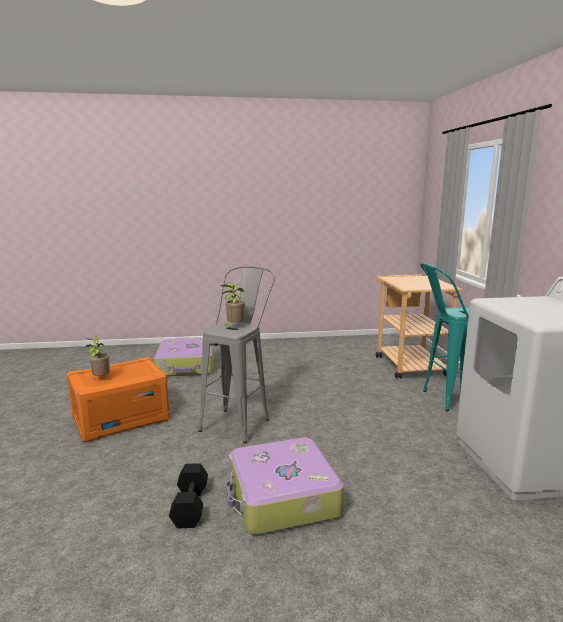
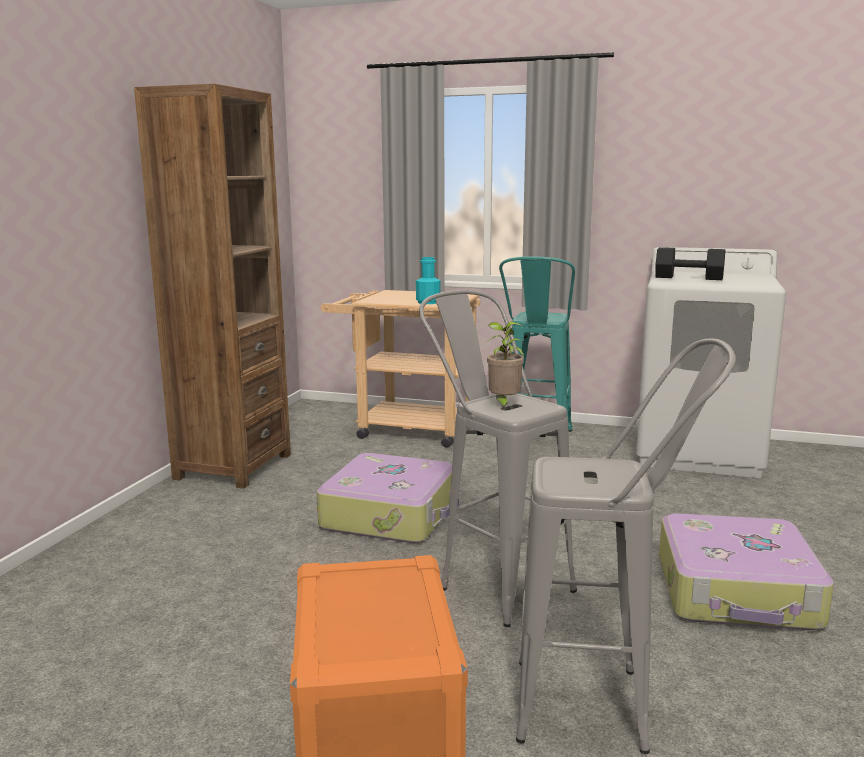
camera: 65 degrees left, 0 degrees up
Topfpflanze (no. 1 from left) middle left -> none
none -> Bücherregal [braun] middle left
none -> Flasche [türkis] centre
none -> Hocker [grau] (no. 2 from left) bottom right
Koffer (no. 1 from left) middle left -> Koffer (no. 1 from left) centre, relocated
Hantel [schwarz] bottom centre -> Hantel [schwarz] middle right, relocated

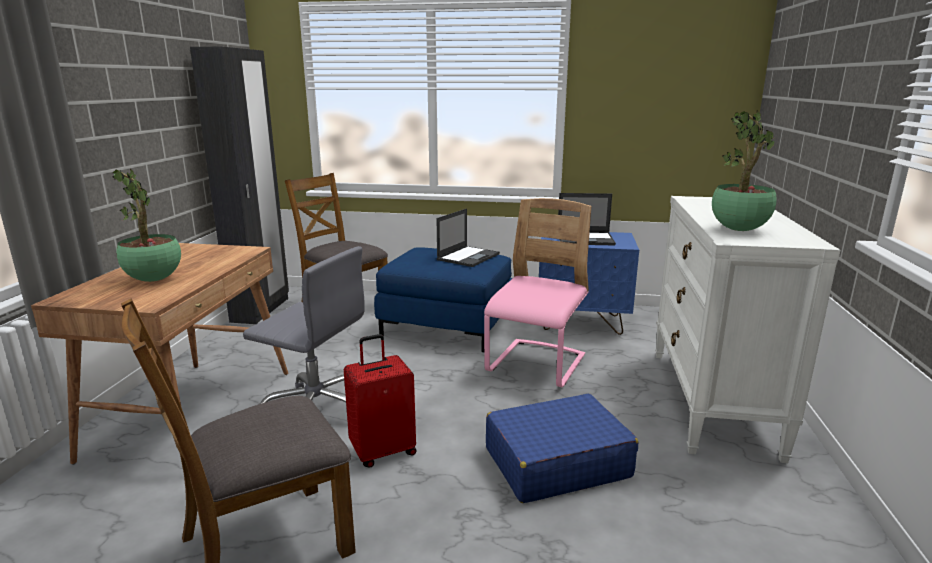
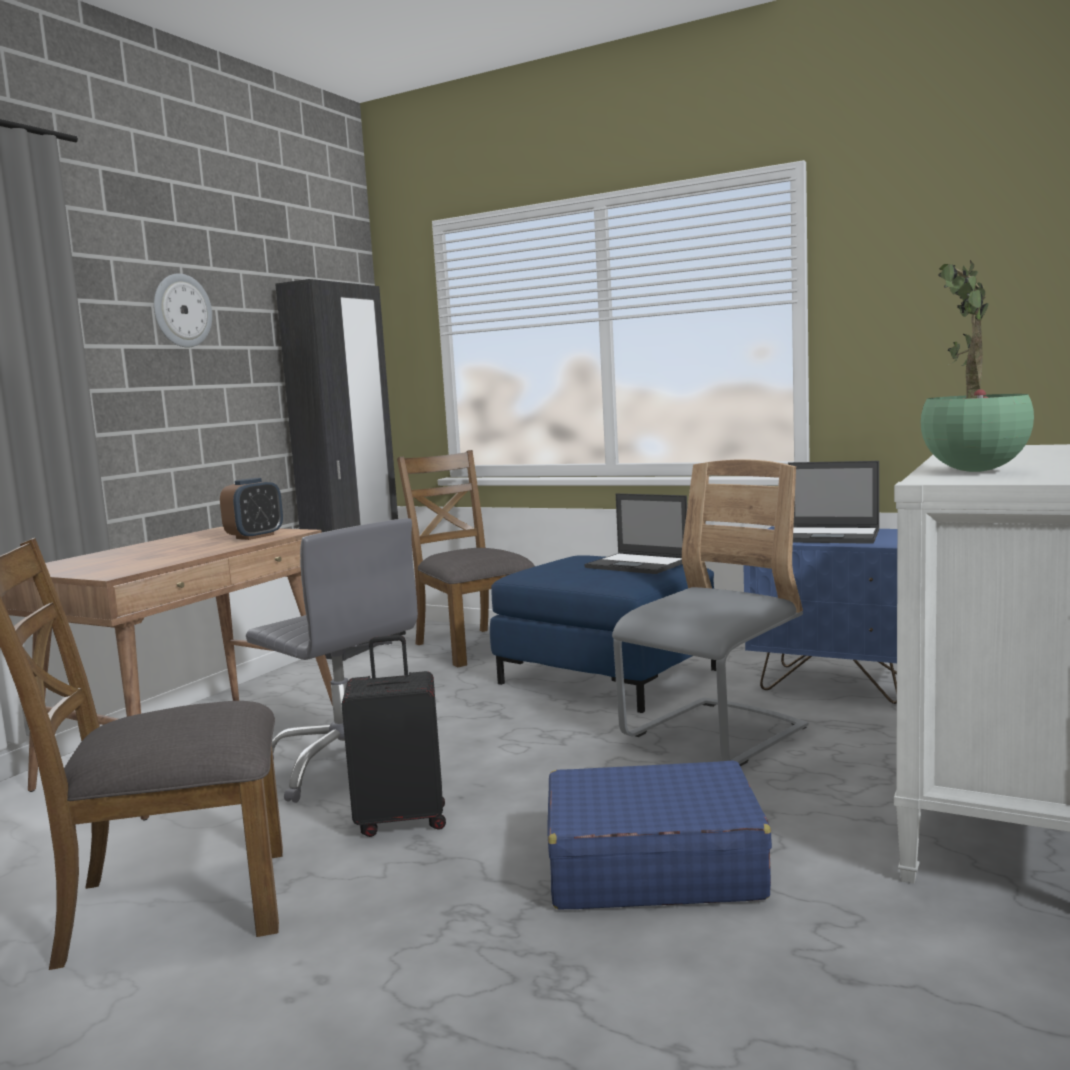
camera: 20 degrees right, 10 degrees down
Topfpflanze (no. 1 from left) middle left -> none
none -> Wanduhr top left
none -> Wecker middle left
Koffer [rot] bottom centre -> Koffer [schwarz] bottom centre
Stuhl [rosa] centre -> Stuhl [grau] centre
Laptop (no. 1 from left) centre, 75 degrees clockwise

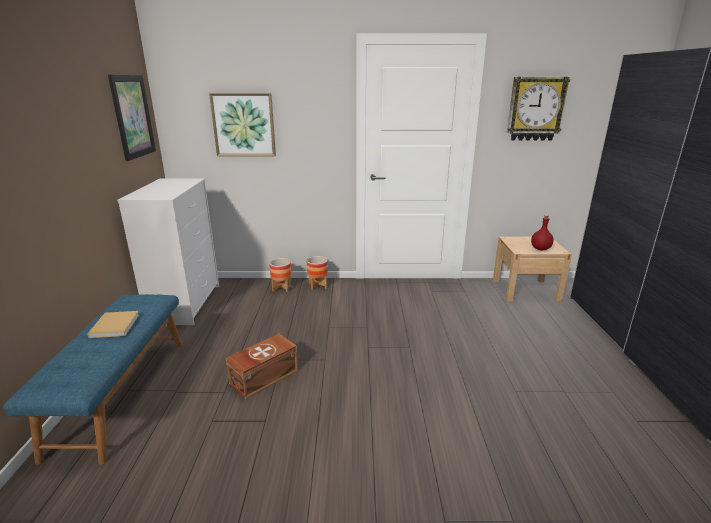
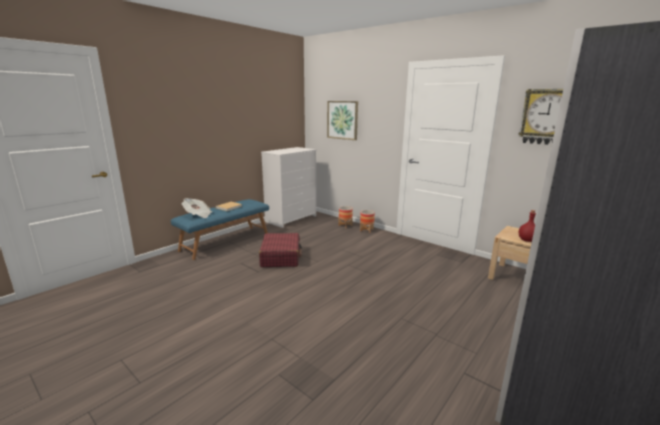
camera: 40 degrees right, 5 degrees down
Bild (no. 1 from left) top left -> none
none -> Zeitung middle left
Aufbewahrungsbox [braun] bottom centre -> Koffer [rot] centre

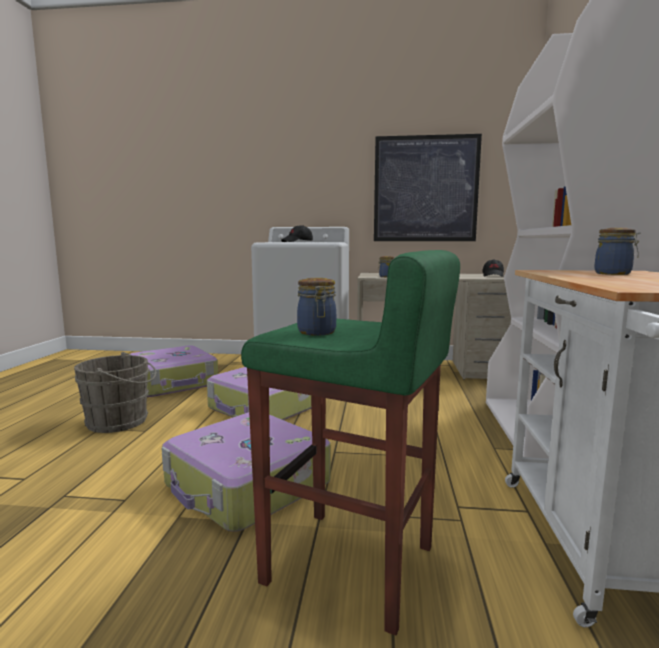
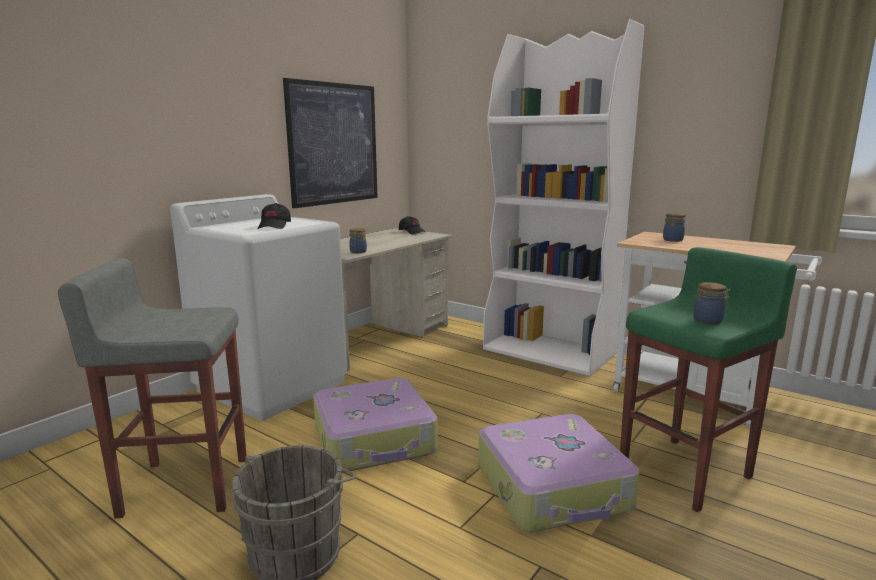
camera: 60 degrees left, 5 degrees up
Koffer (no. 1 from left) middle left -> Hocker [grau] bottom left

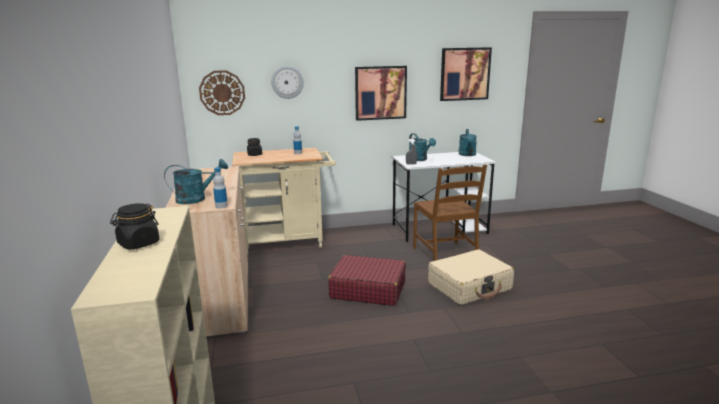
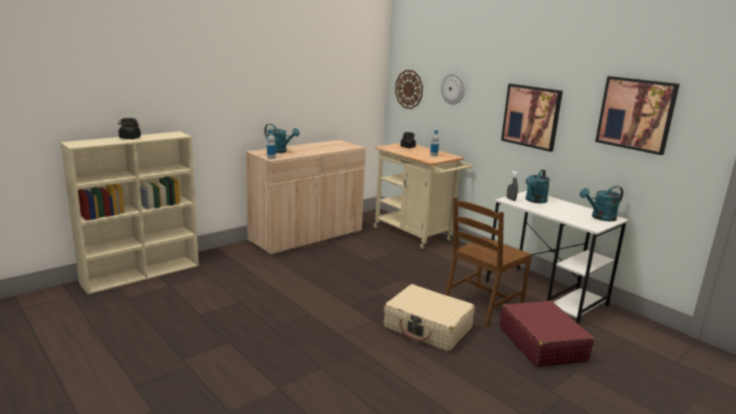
camera: 60 degrees right, 0 degrees up
Koffer [rot] bottom centre -> Koffer [rot] bottom right, relocated

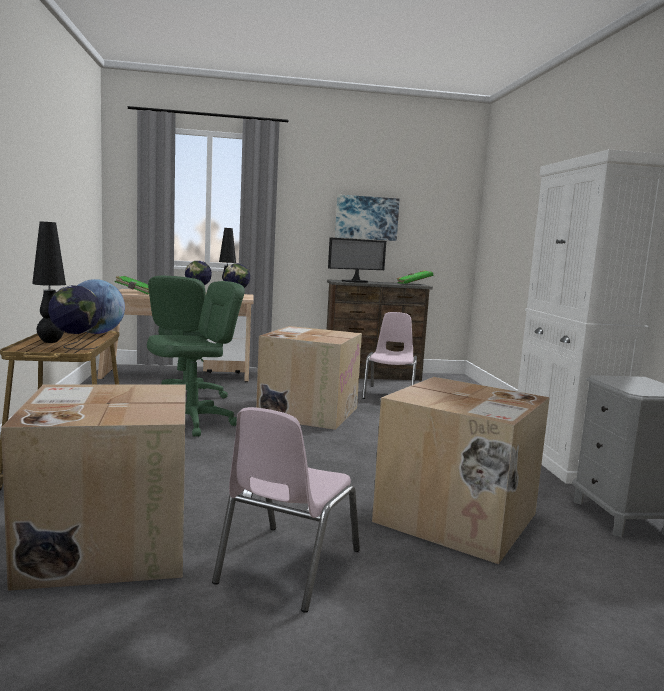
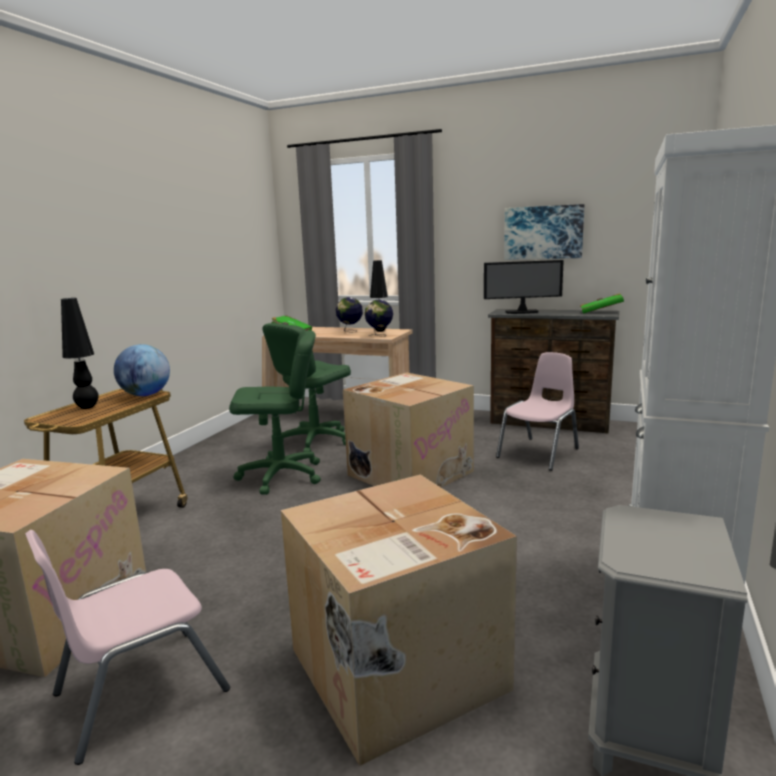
camera: 30 degrees right, 5 degrees up
Globus (no. 1 from left) middle left -> none

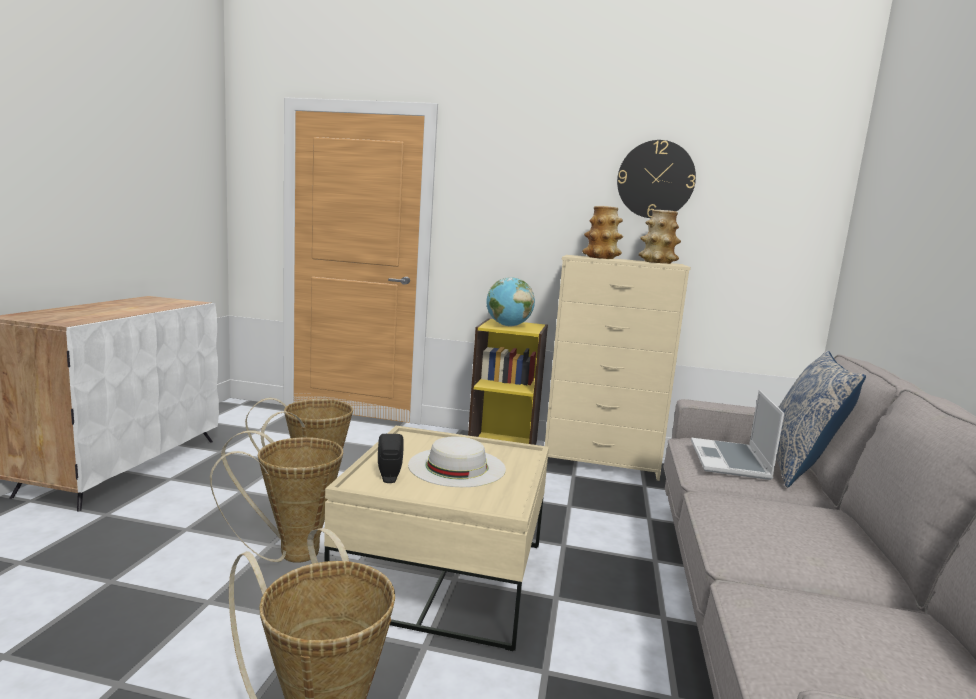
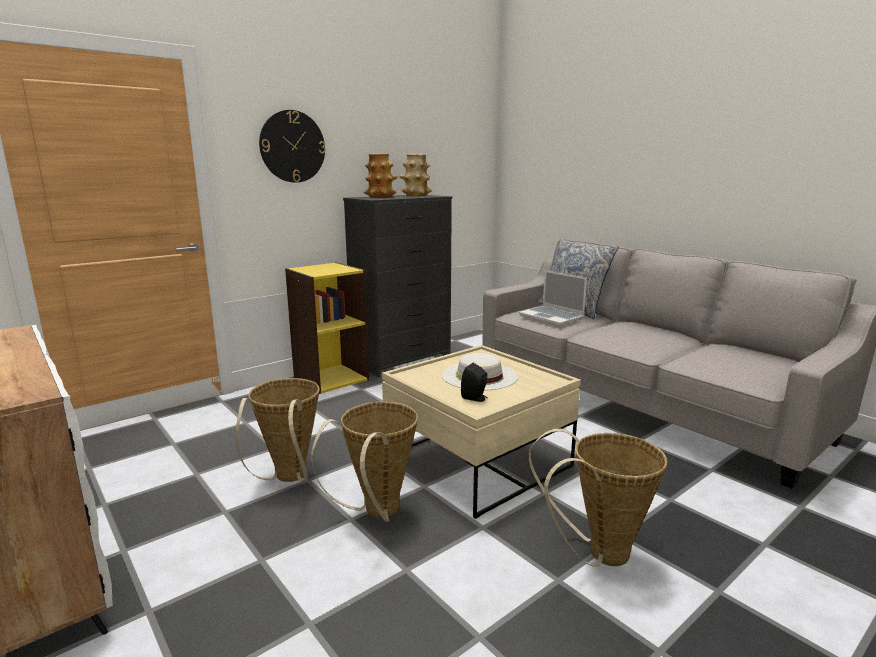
camera: 50 degrees left, 5 degrees up
Globus centre -> none
Wanduhr top right -> Wanduhr top centre, relocated
Kommode [beige] centre -> Kommode [schwarz] centre

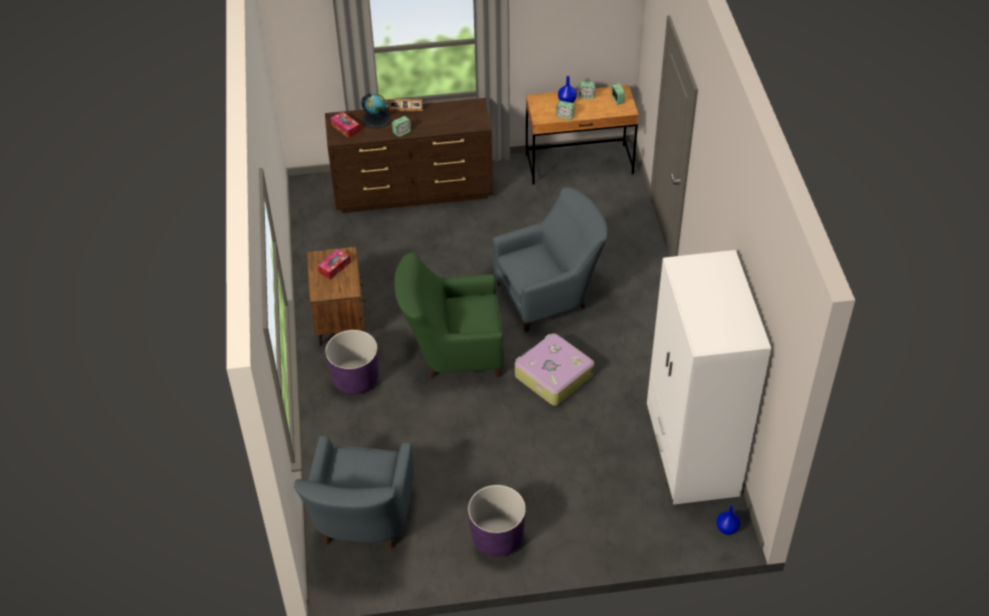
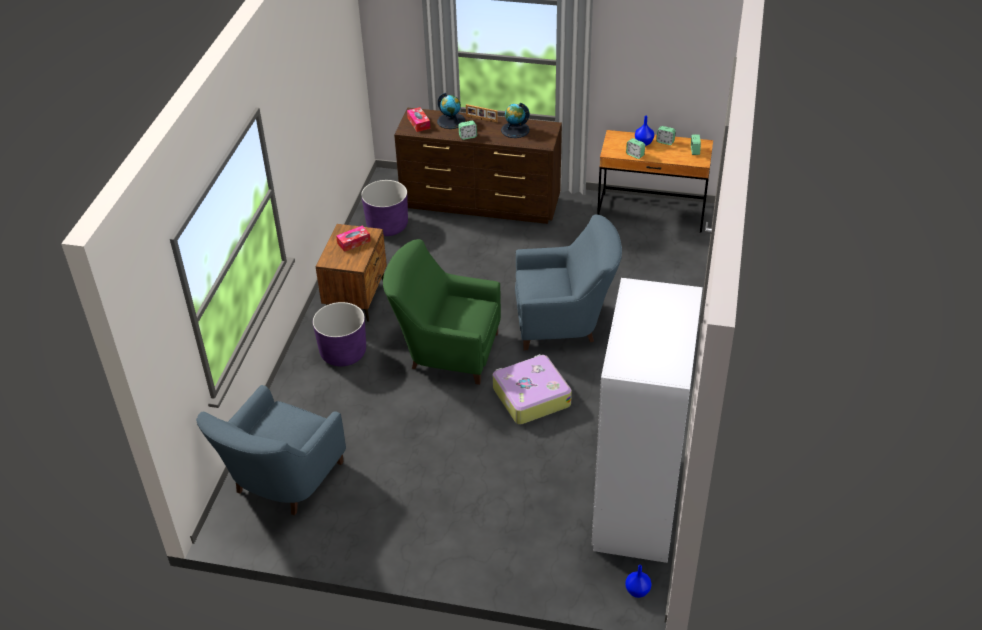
camera: 20 degrees right, 5 degrees down
none -> Globus (no. 2 from left) top centre
Pflanzkübel [lila] (no. 2 from left) bottom centre -> Pflanzkübel [lila] (no. 2 from left) top centre, relocated

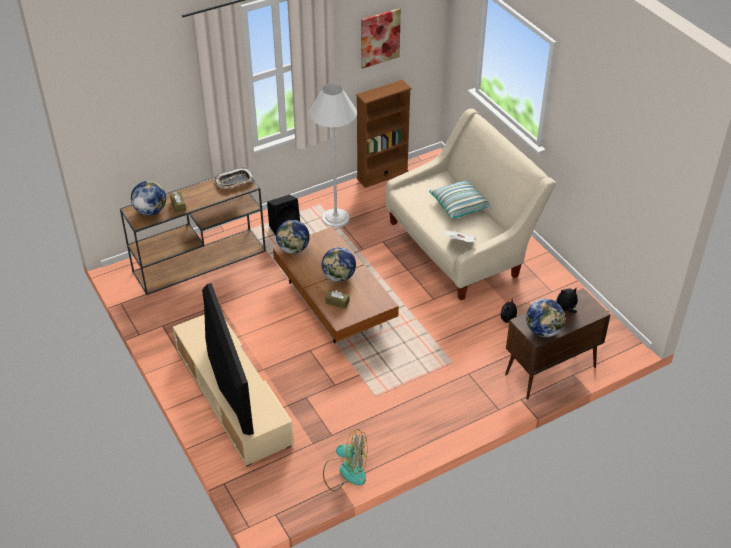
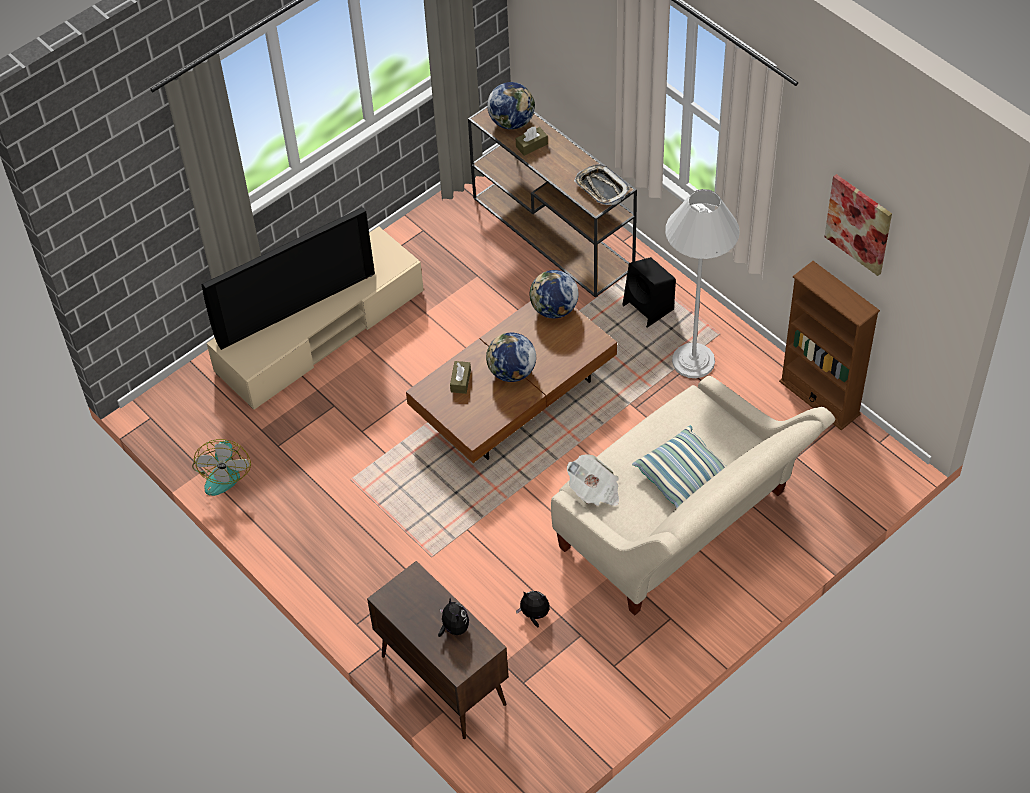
camera: 80 degrees right, 10 degrees up
Globus (no. 4 from left) middle right -> none

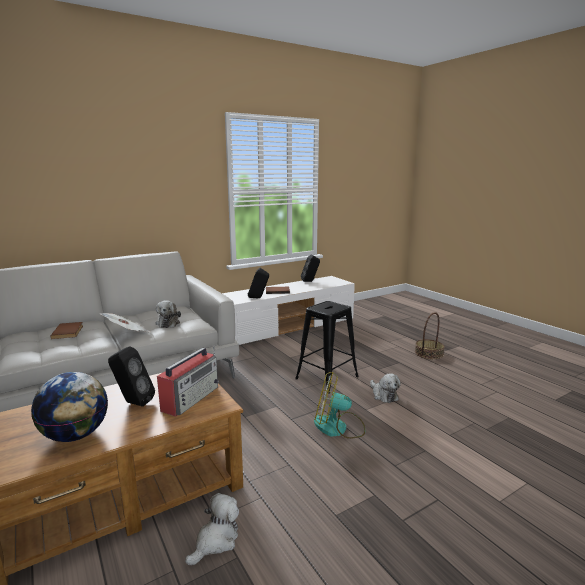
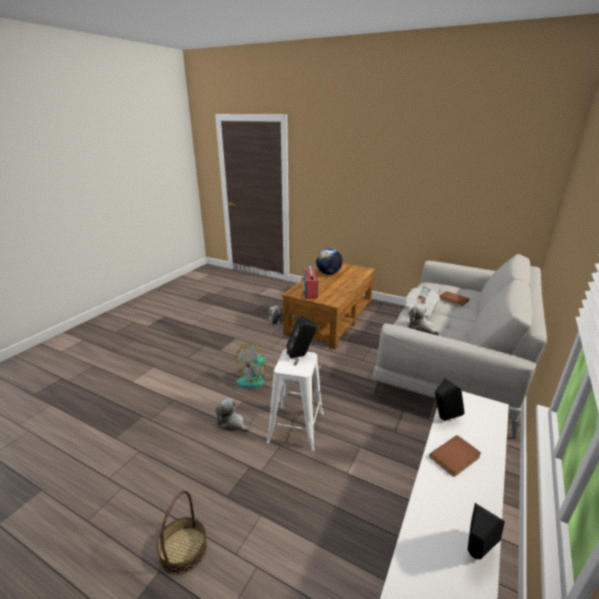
camera: 150 degrees right, 10 degrees up
Lautsprecher [schwarz] (no. 1 from left) middle left -> Lautsprecher [schwarz] (no. 1 from left) centre, relocated
Hocker [schwarz] centre -> Hocker [weiß] bottom centre
Ventilator bottom centre -> Ventilator centre, 150 degrees clockwise

